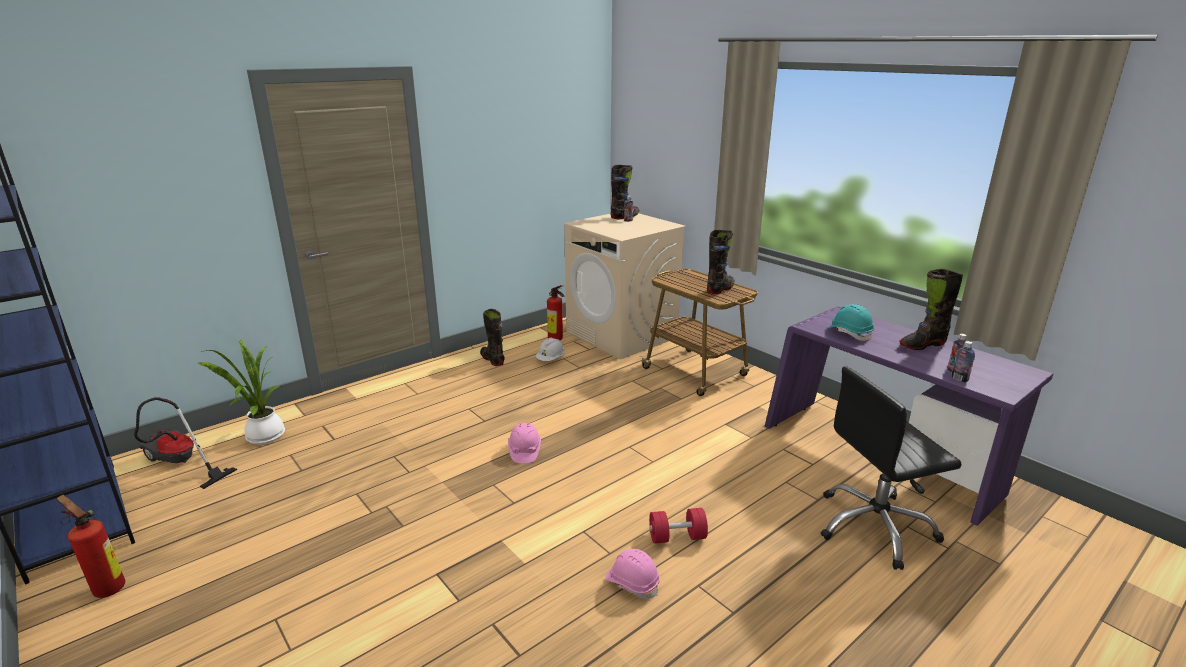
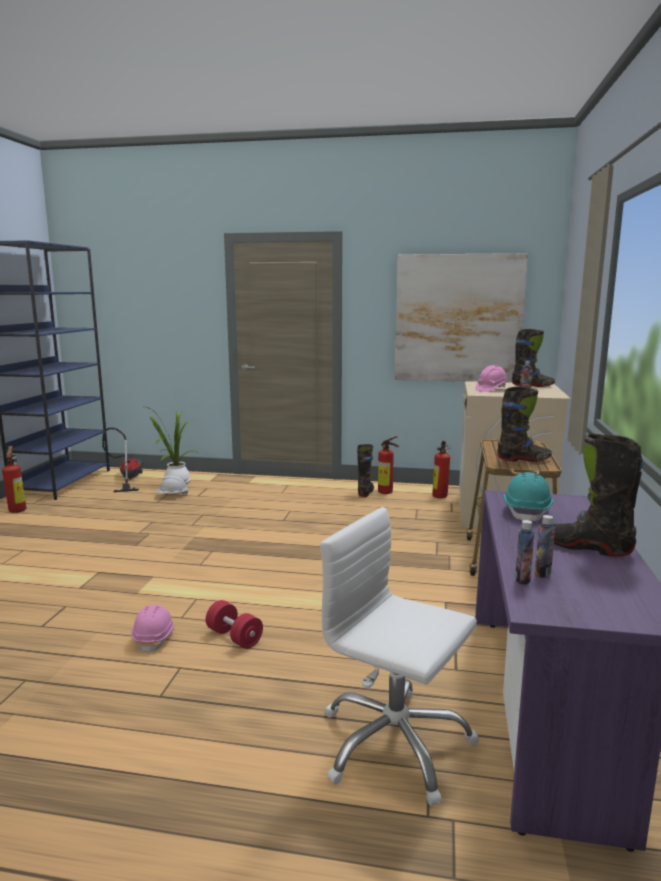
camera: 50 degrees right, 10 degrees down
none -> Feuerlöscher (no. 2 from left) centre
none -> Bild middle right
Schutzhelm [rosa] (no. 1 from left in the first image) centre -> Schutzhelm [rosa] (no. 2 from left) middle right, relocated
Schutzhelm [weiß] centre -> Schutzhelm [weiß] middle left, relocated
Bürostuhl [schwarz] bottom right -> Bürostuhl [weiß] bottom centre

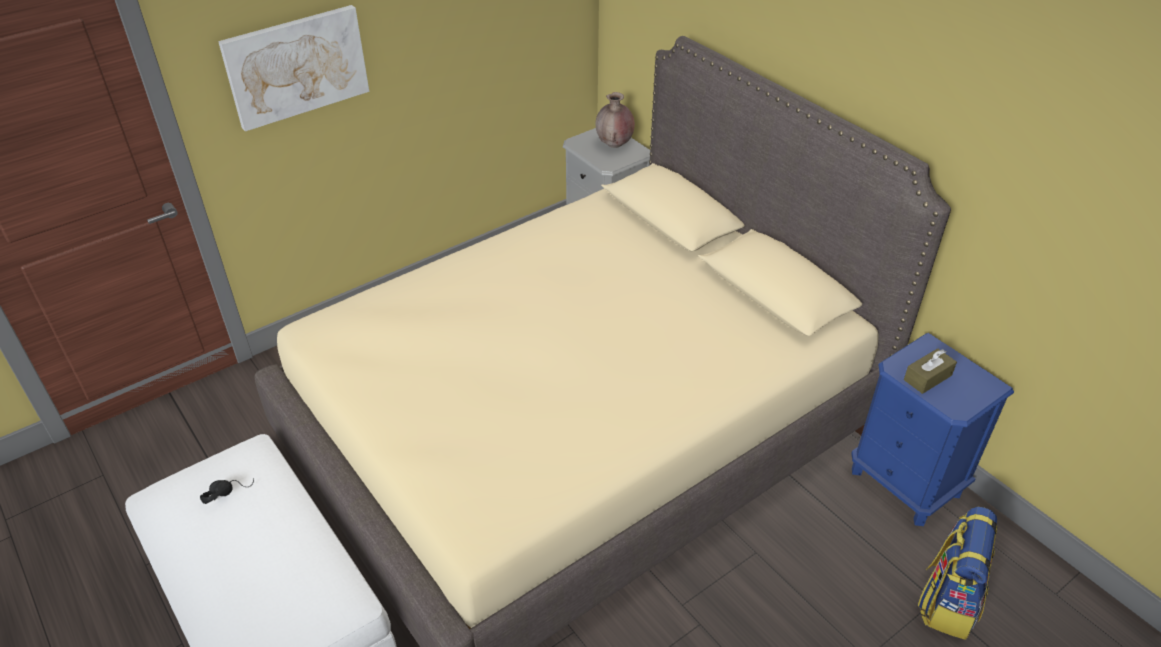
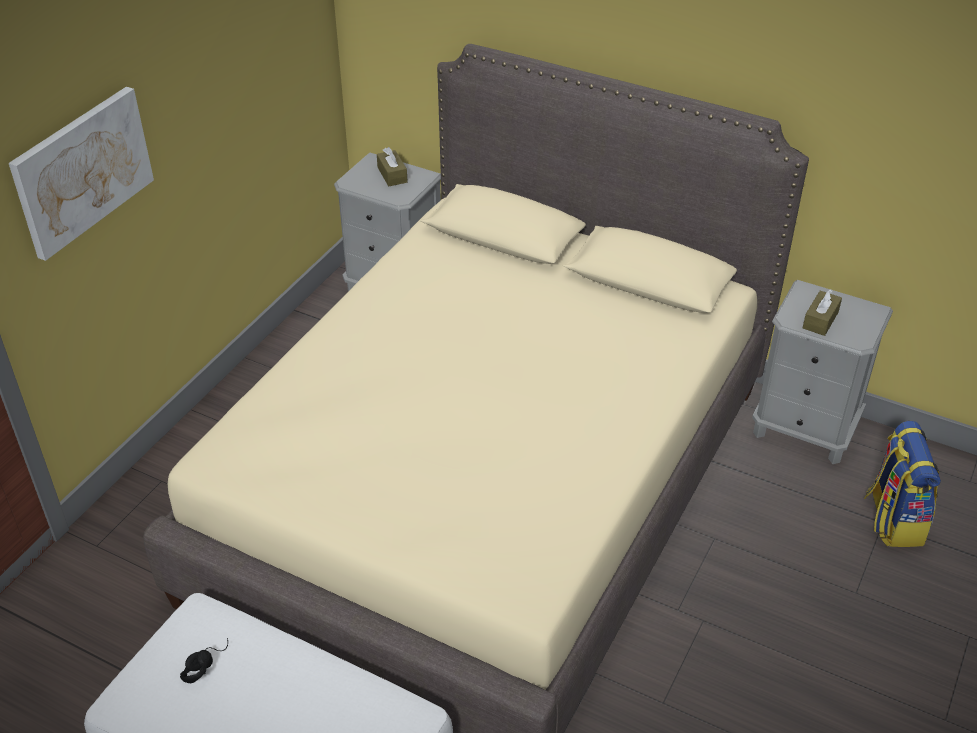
camera: 25 degrees left, 0 degrees up
Vase [braun] top centre -> Taschentuchbox [braun] (no. 1 from left) top centre
Nachttisch [blau] middle right -> Nachttisch [grau] (no. 2 from left) middle right

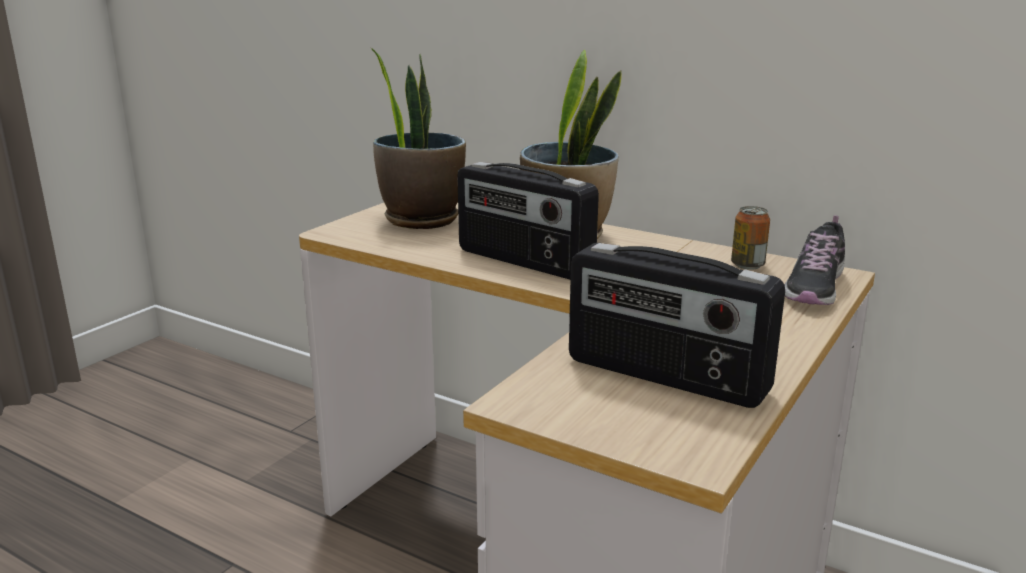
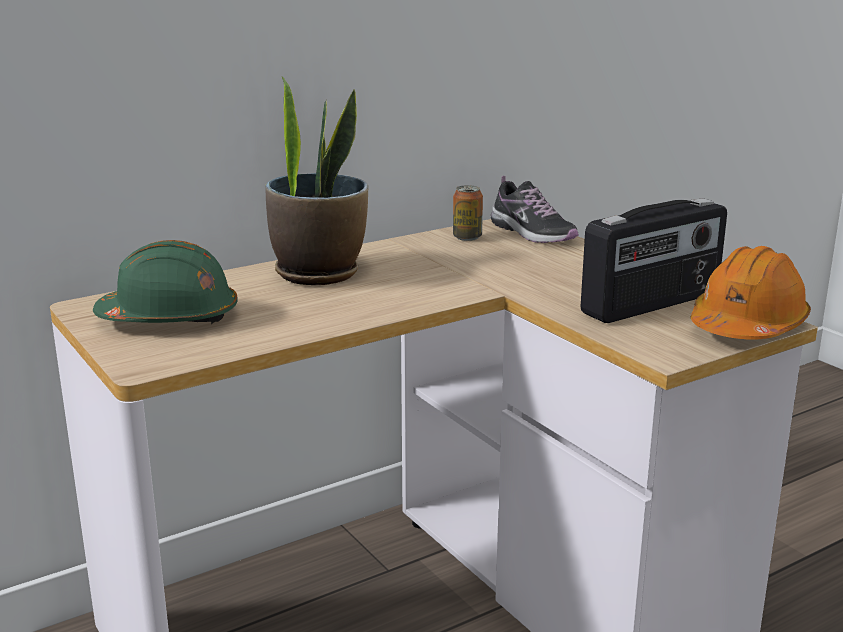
camera: 65 degrees left, 0 degrees up
Radio (no. 1 from left) centre -> none
none -> Schutzhelm [orange] middle right
Topfpflanze (no. 1 from left) top centre -> Schutzhelm [grün] middle left

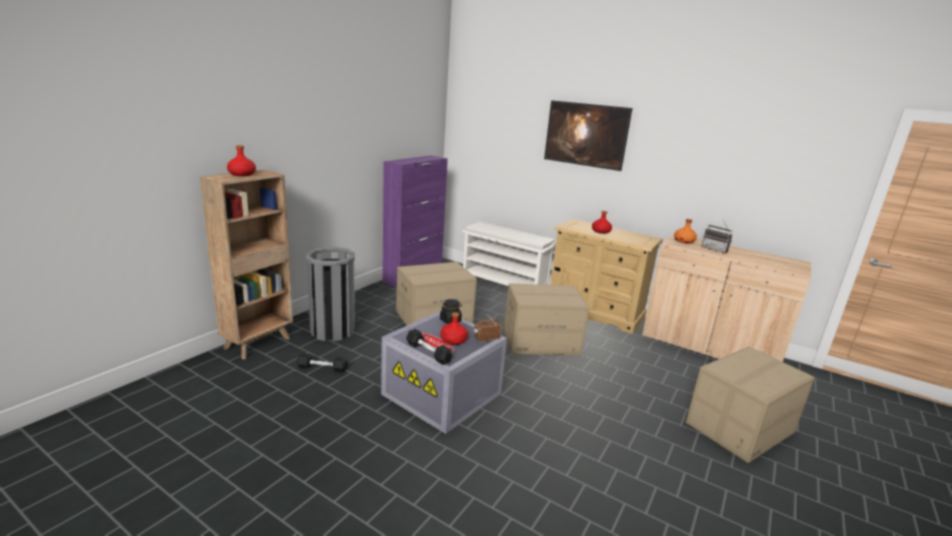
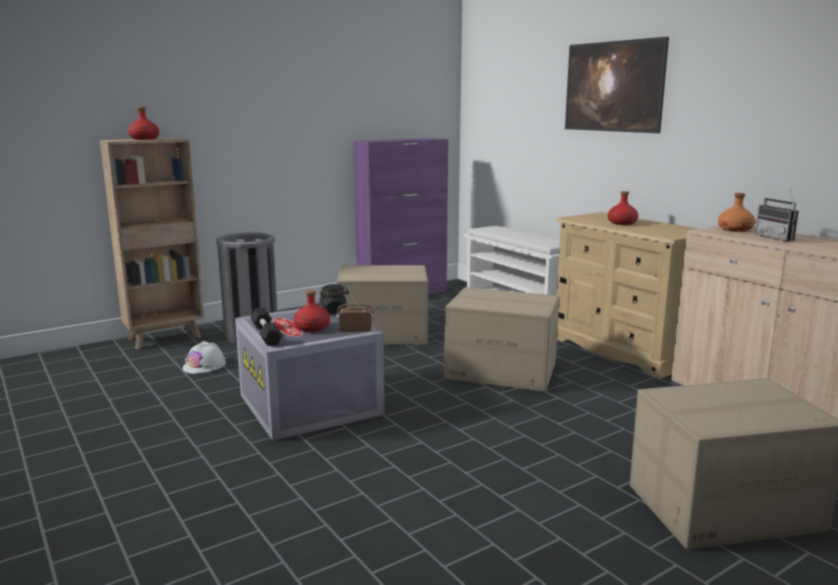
camera: 25 degrees right, 5 degrees down
Hantel [schwarz] (no. 1 from left) bottom centre -> Schutzhelm [weiß] middle left

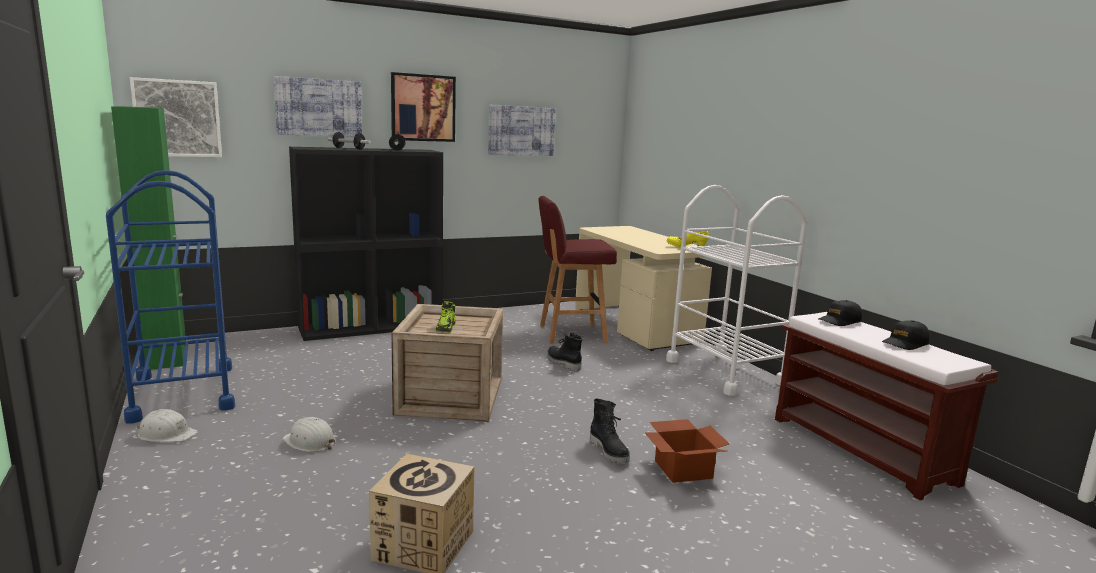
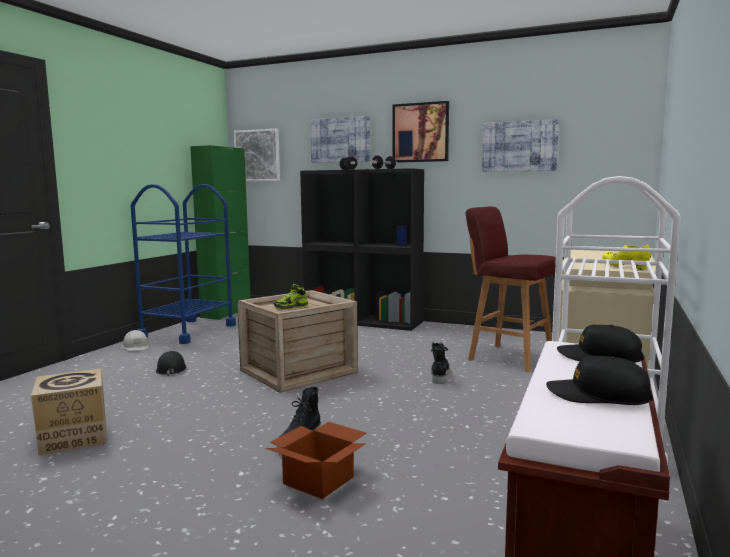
camera: 50 degrees right, 5 degrees down
Schutzhelm [weiß] (no. 2 from left) bottom left -> Schutzhelm [schwarz] middle left

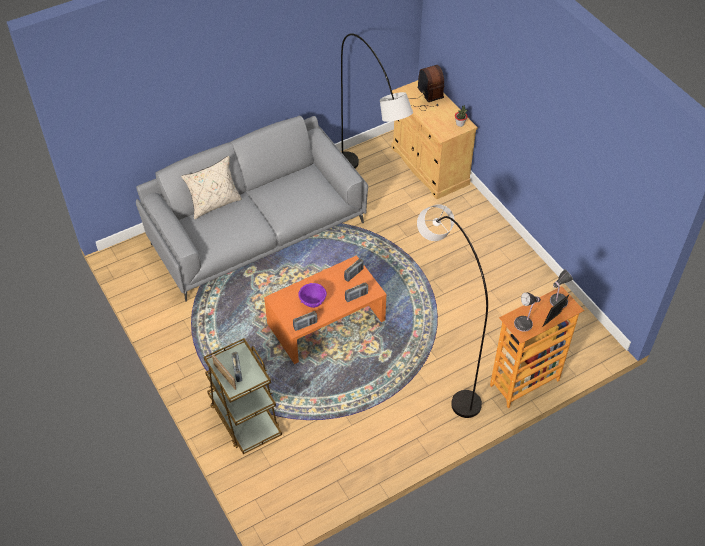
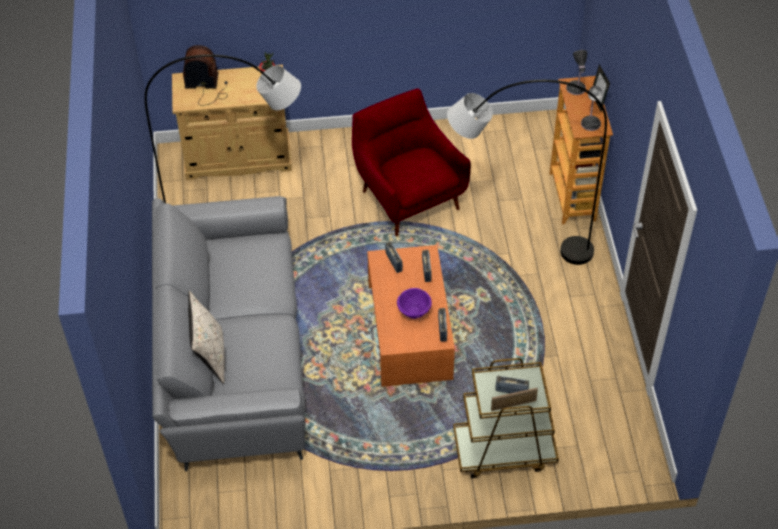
camera: 65 degrees left, 0 degrees up
none -> Sessel [rot] top centre

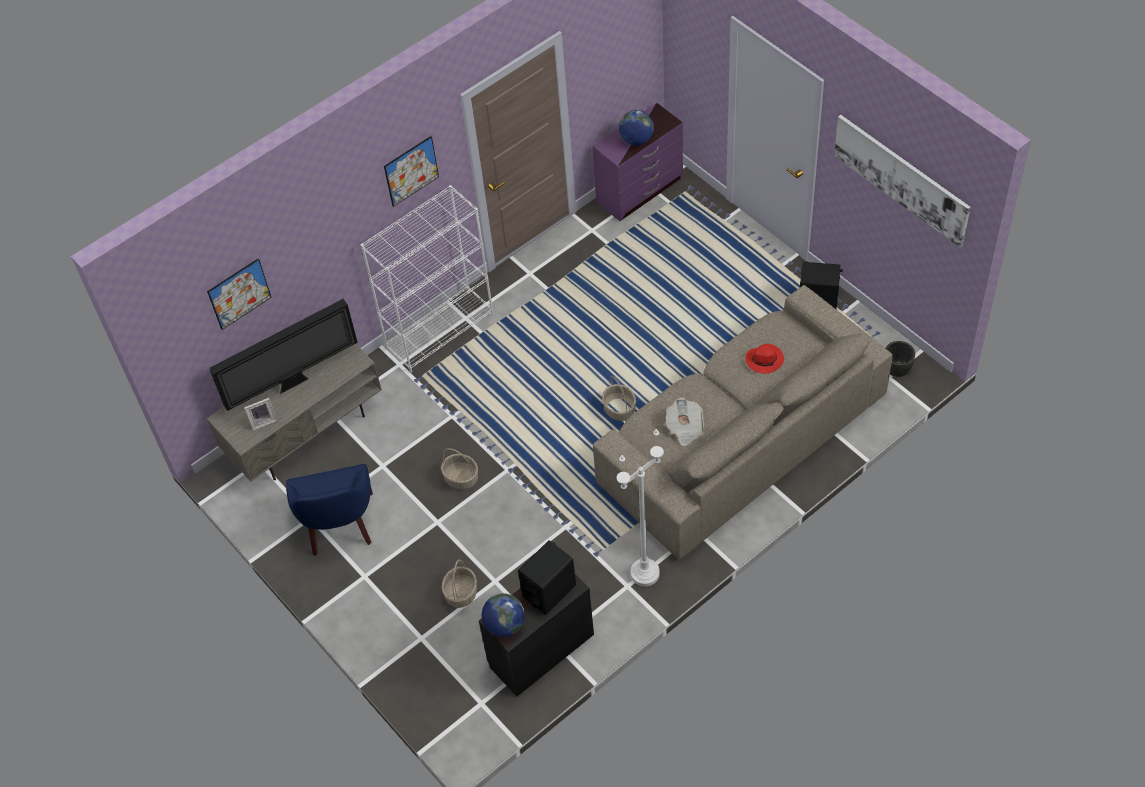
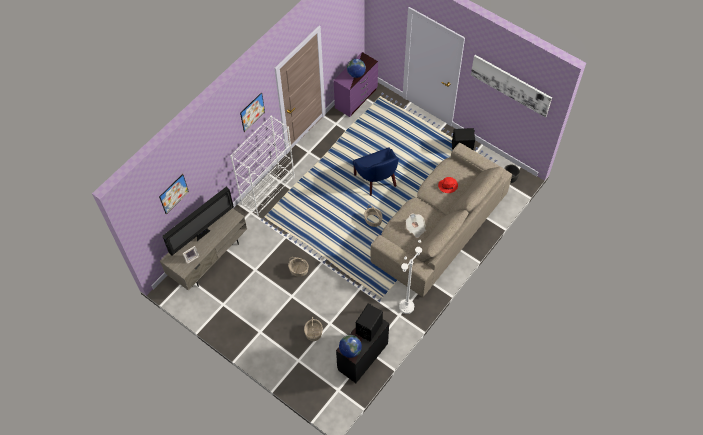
camera: 15 degrees left, 5 degrees up
Sessel [blau] middle left -> Sessel [blau] centre, relocated

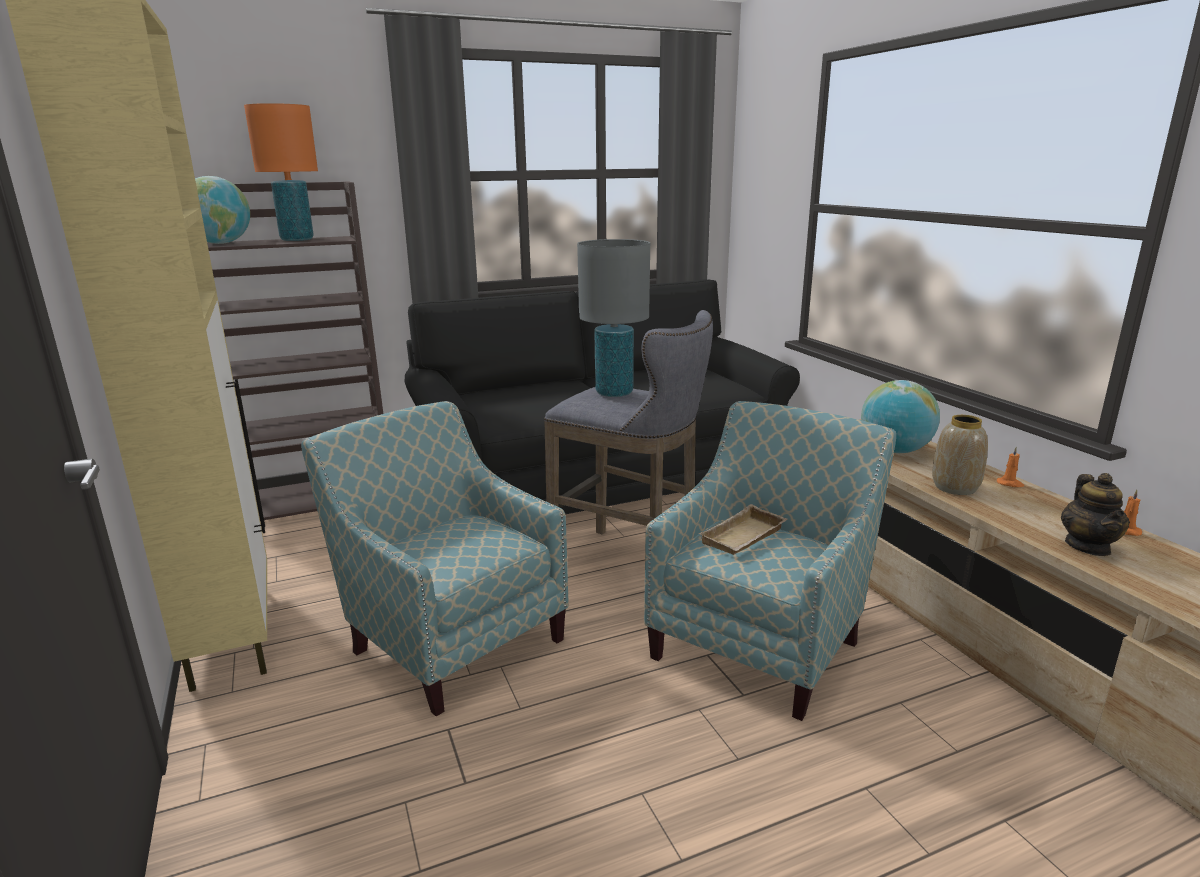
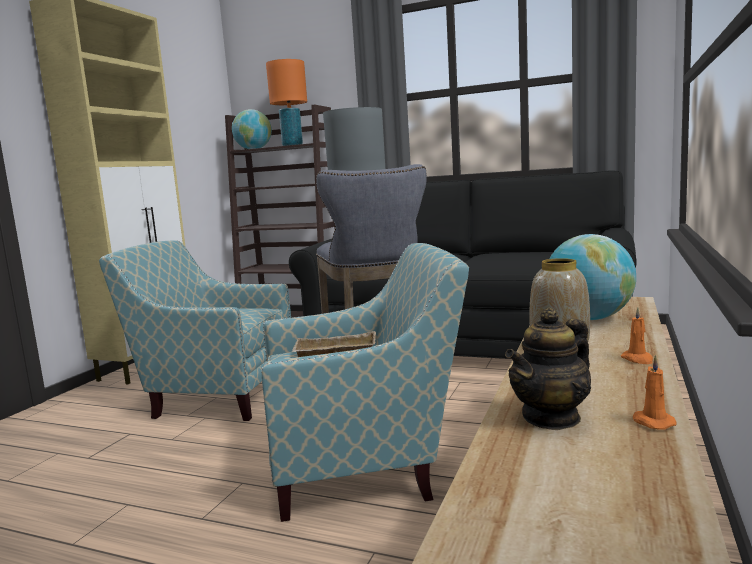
camera: 45 degrees right, 10 degrees down
Sessel (no. 1 from left) centre -> Sessel (no. 1 from left) middle left, 75 degrees counterclockwise

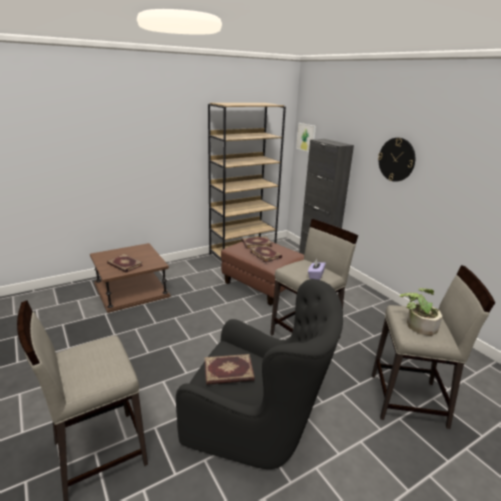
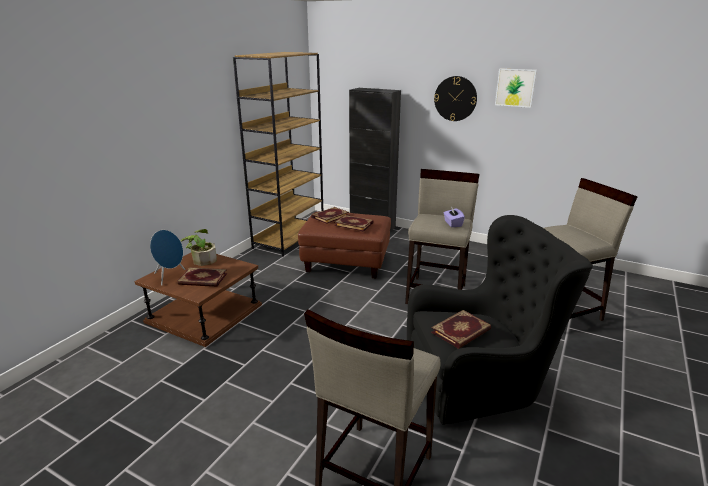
camera: 30 degrees left, 0 degrees up
none -> Lautsprecher [blau] middle left
Bild top centre -> Bild top right, relocated
Topfpflanze middle right -> Topfpflanze middle left, relocated

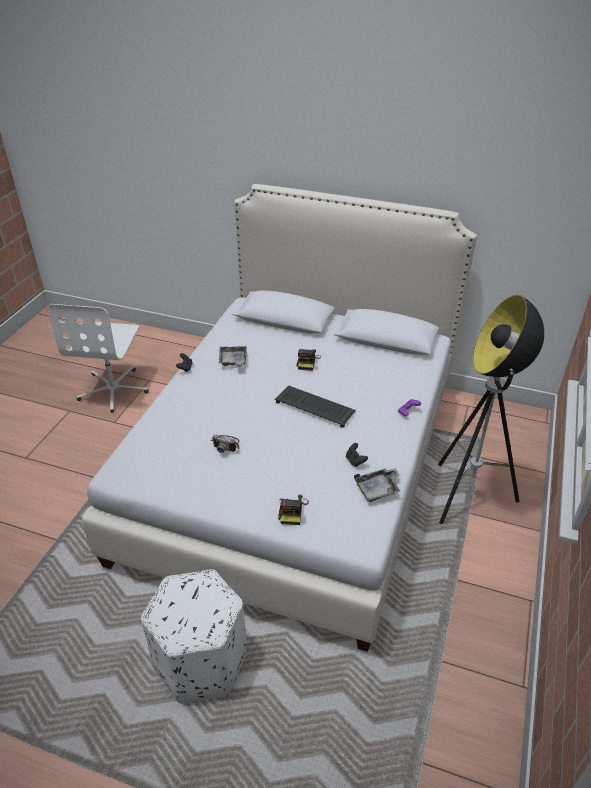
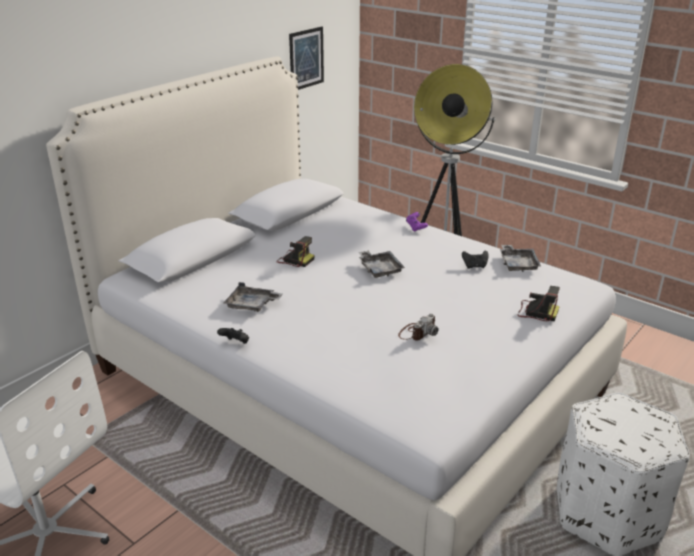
camera: 70 degrees left, 10 degrees down
none -> Bild top centre
Tastatur centre -> Tablett [grau] (no. 2 from left) centre

